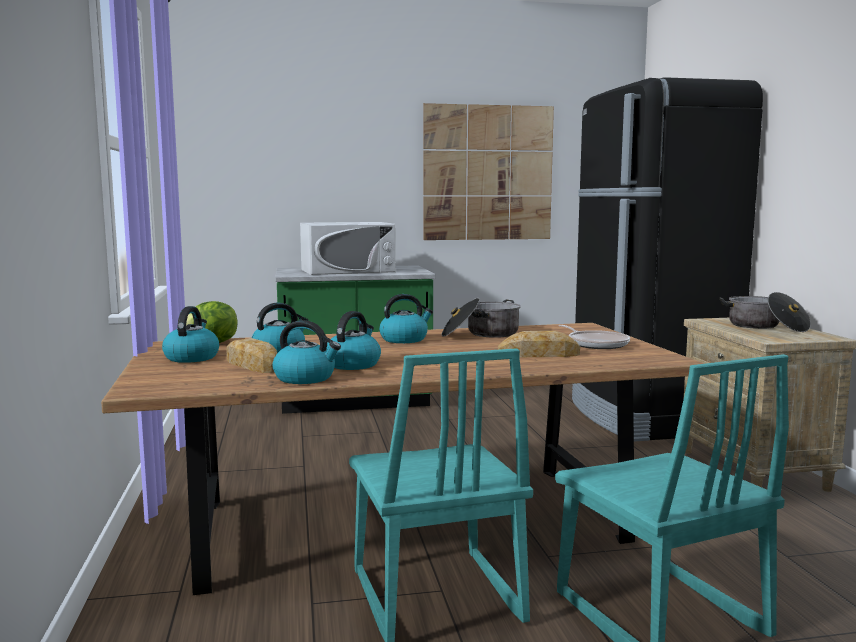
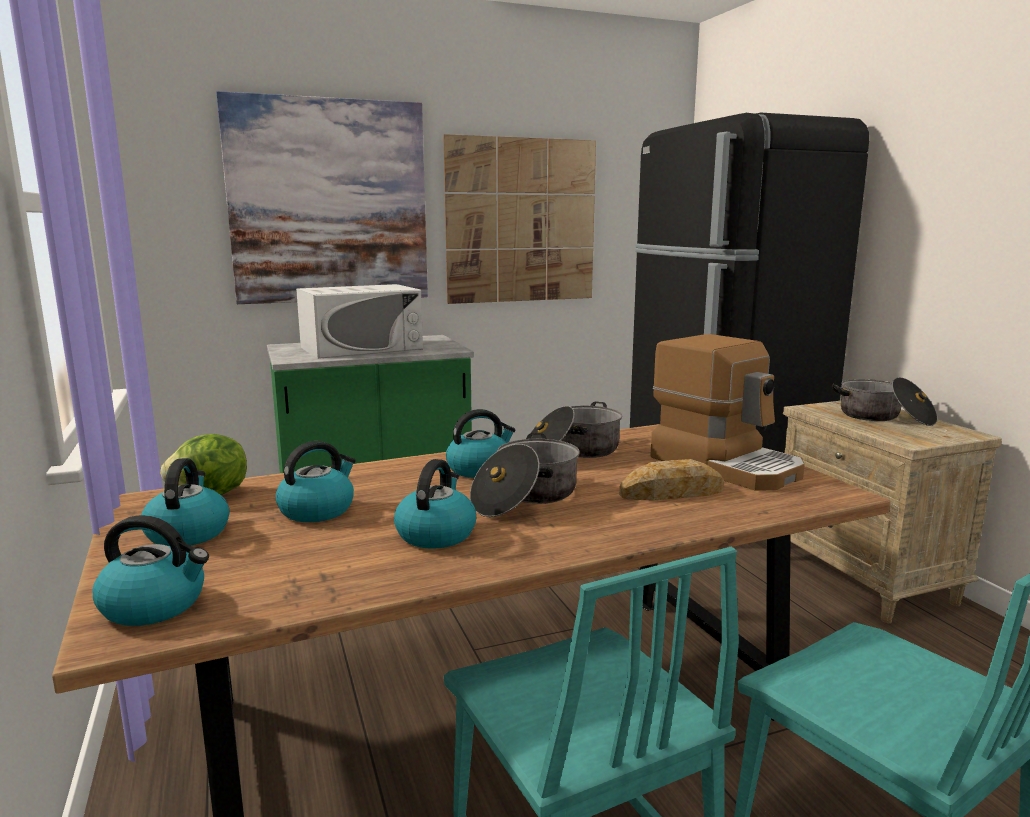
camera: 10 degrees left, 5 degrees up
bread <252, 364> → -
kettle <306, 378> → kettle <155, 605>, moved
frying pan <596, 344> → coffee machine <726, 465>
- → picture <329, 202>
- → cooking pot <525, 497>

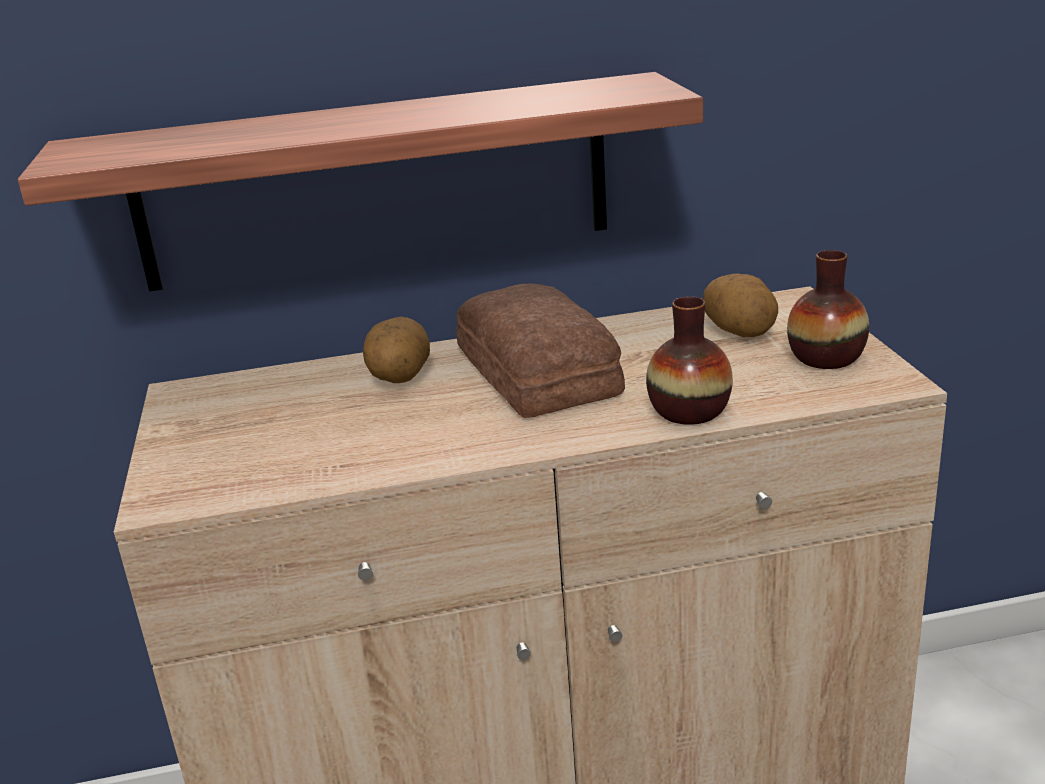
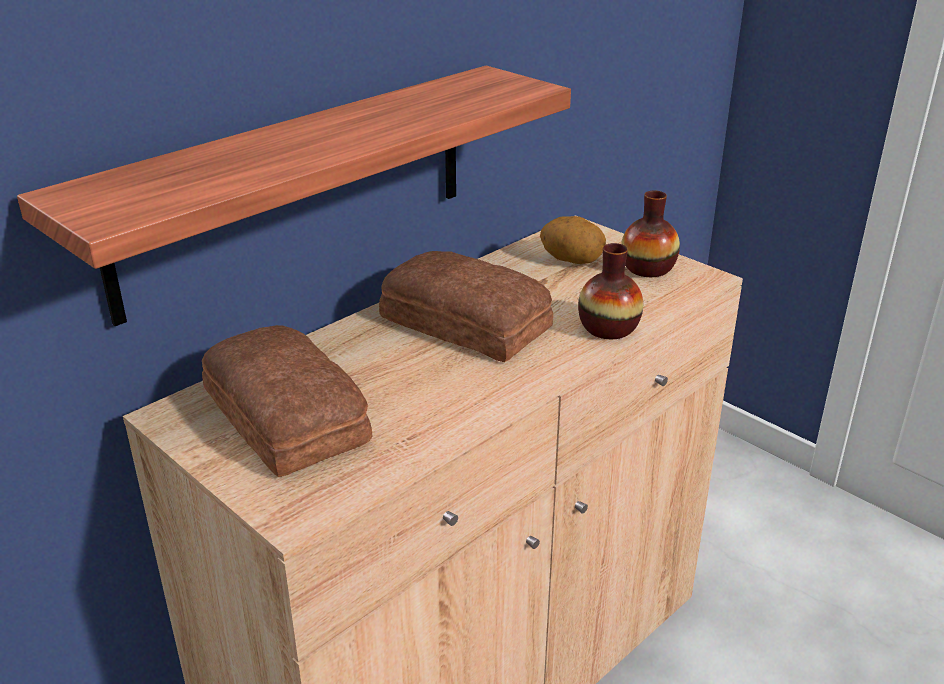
camera: 35 degrees left, 5 degrees up
potato <399, 379> → -
- → bread <287, 414>

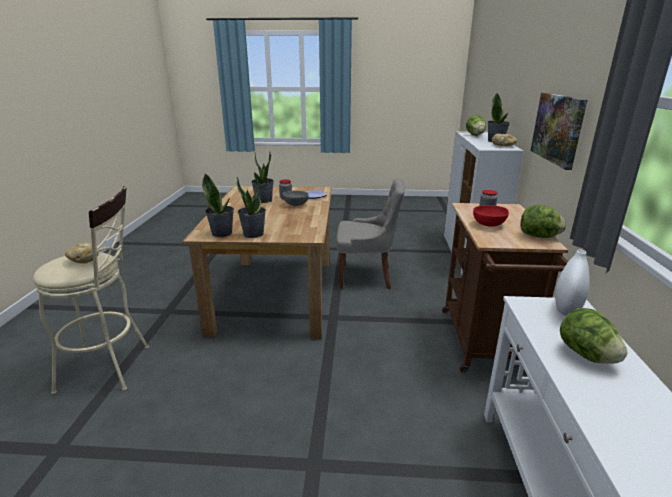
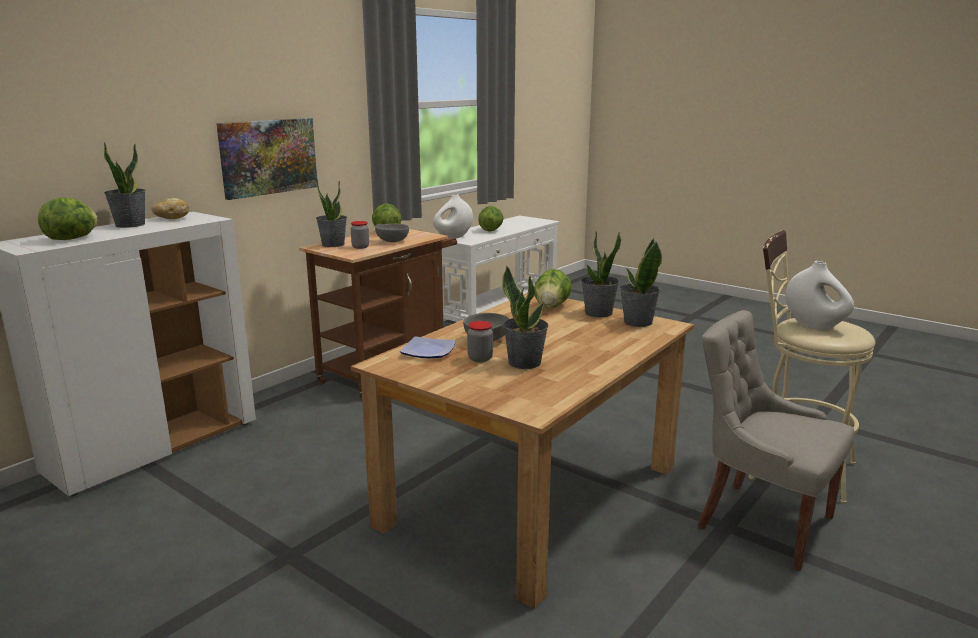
camera: 145 degrees left, 5 degrees down
bread <84, 260> → white vase <814, 326>
grey chair <367, 277> → grey chair <761, 521>, moved
red bowl <489, 225> → grey bowl <392, 241>
- → potted plant <333, 244>
- → lettuce <551, 306>

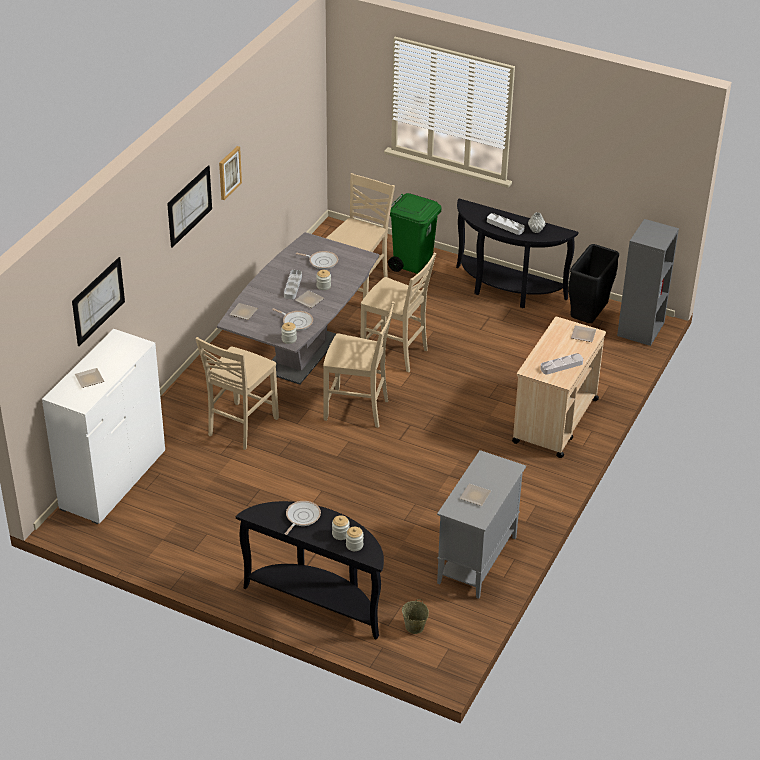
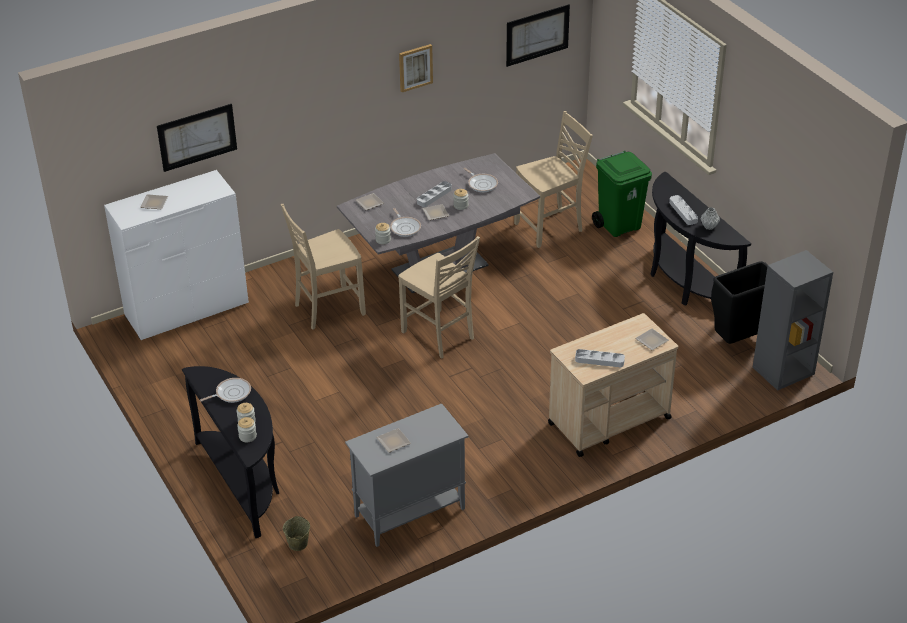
camera: 35 degrees right, 0 degrees up
picture <189, 206> → picture <537, 35>, moved
beige chair <395, 353> → -

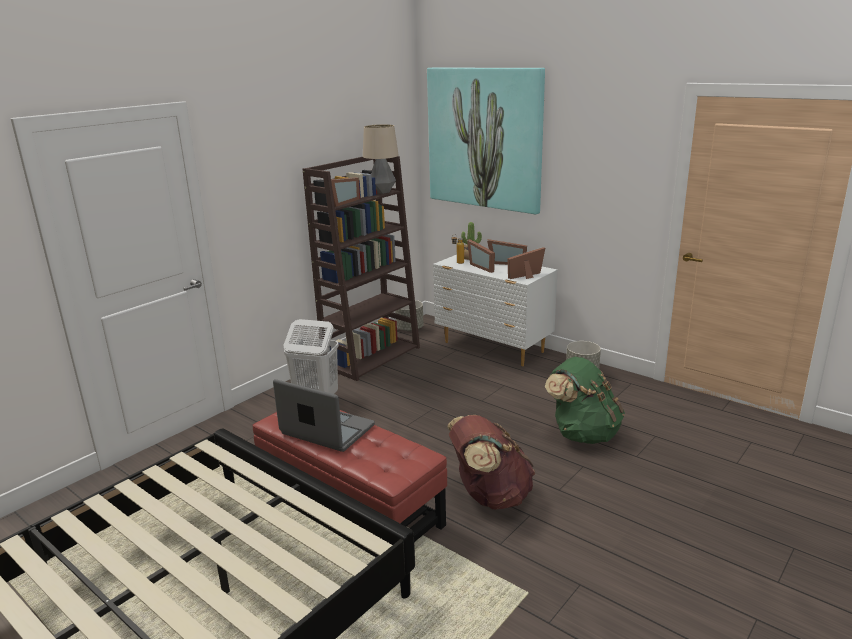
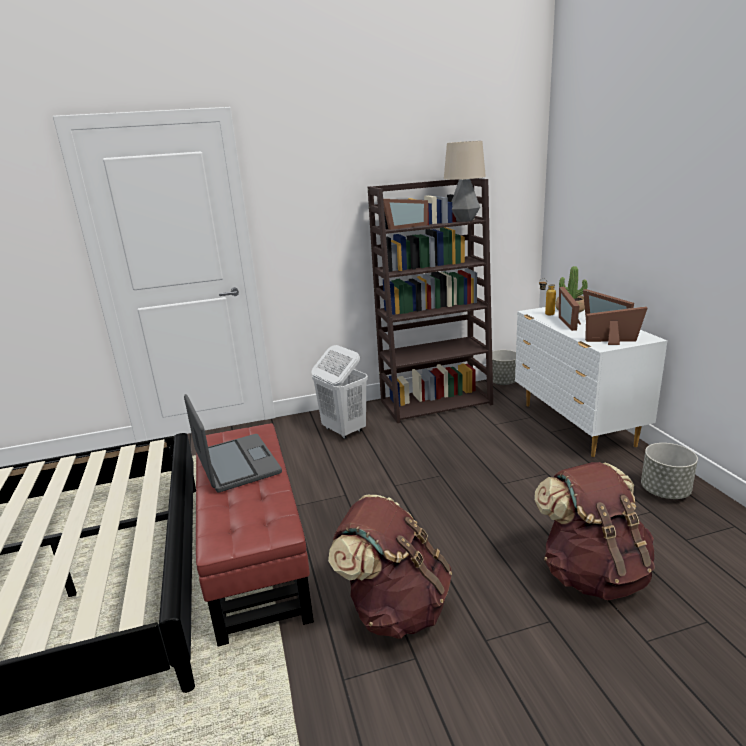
camera: 35 degrees right, 0 degrees up
picture <485, 138> → -
green backpack <583, 434> → brown backpack <592, 573>

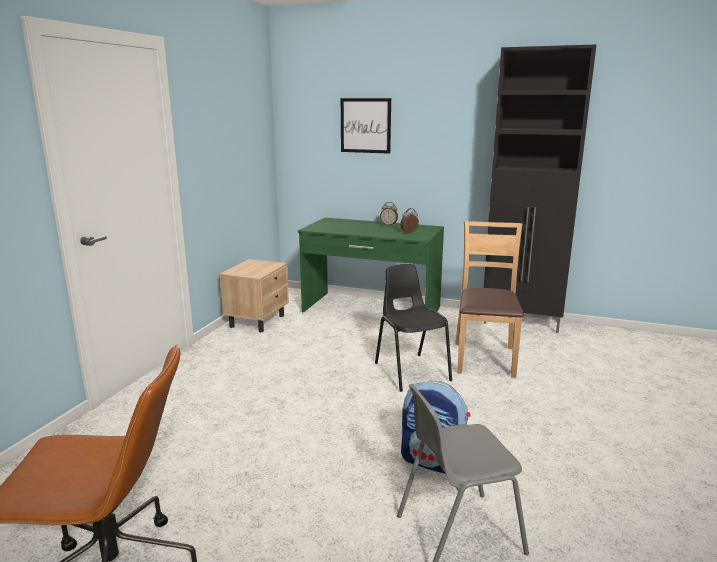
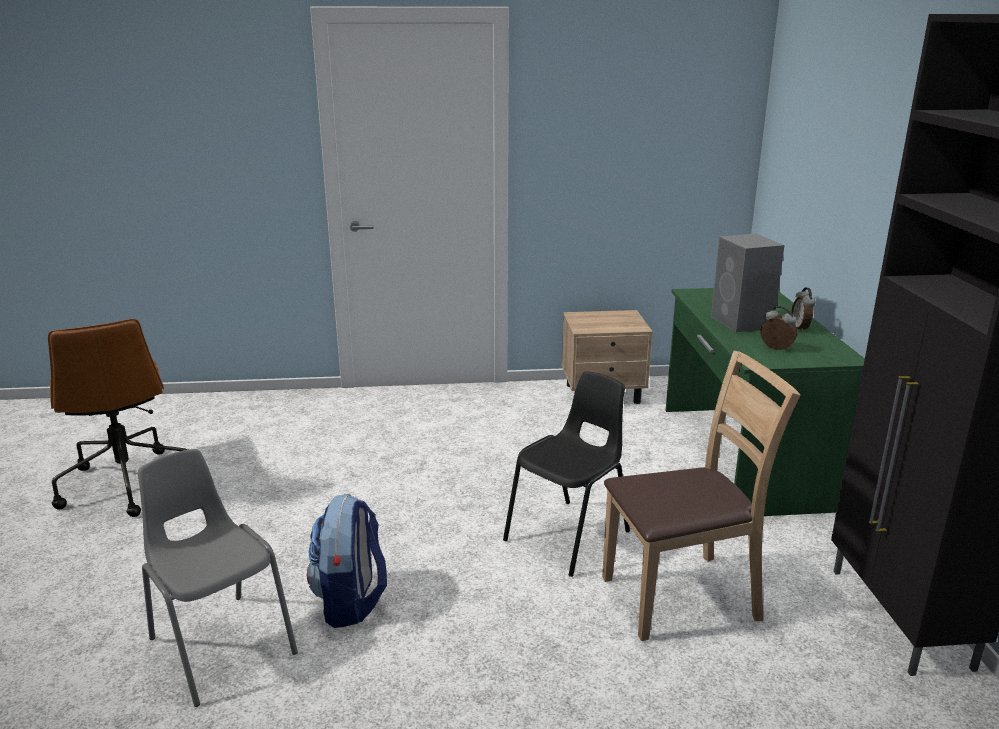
camera: 65 degrees right, 5 degrees up
picture <365, 125> → -
- → grey speaker <742, 322>

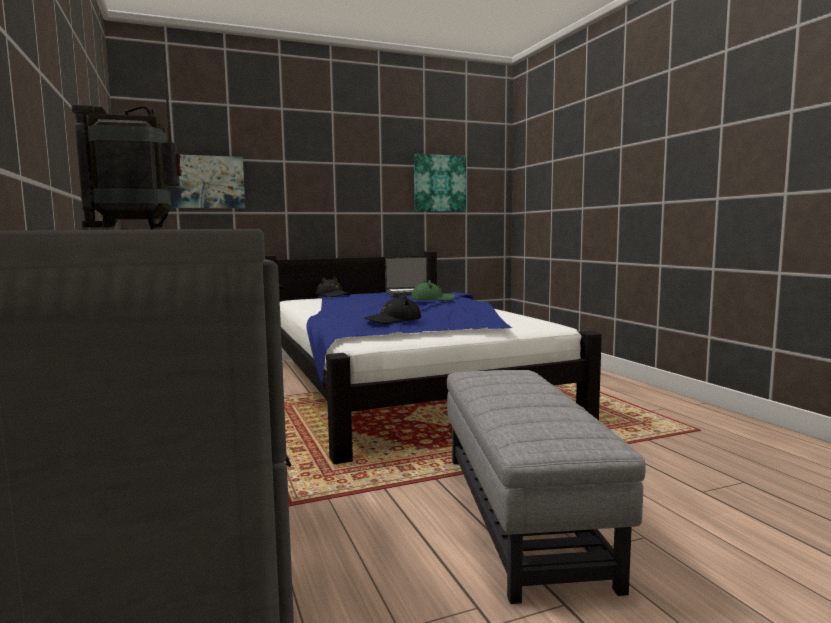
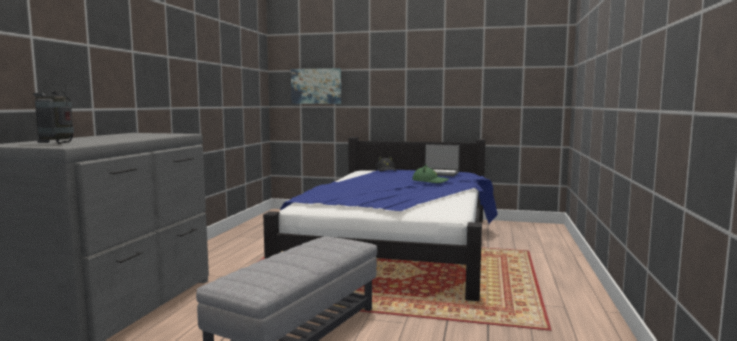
camera: 35 degrees right, 0 degrees up
black hat <393, 320> → -
picture <439, 183> → -

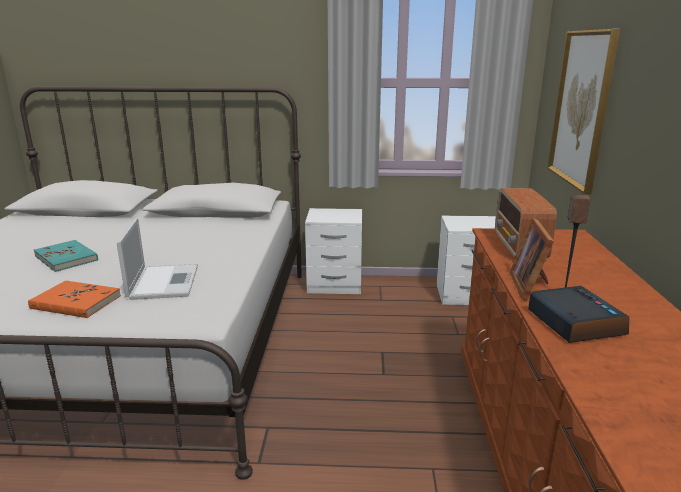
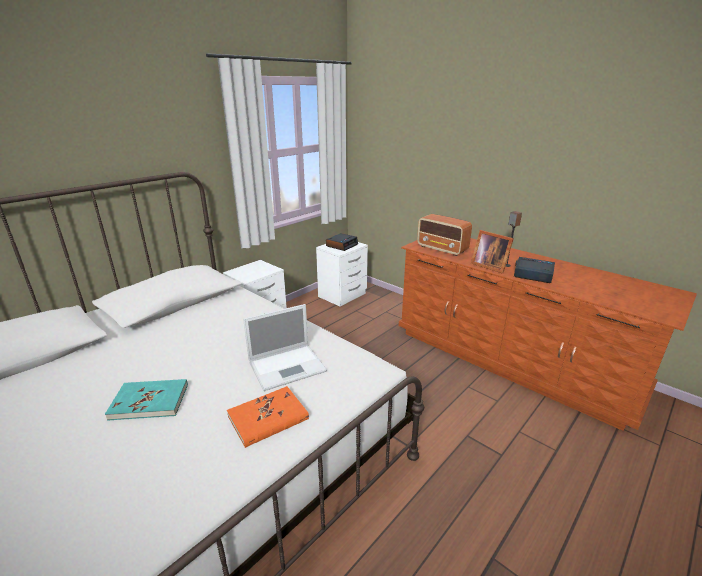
camera: 50 degrees left, 5 degrees up
laptop <164, 281> → laptop <288, 366>, 120 degrees clockwise
picture <582, 108> → -
- → alarm clock <342, 245>

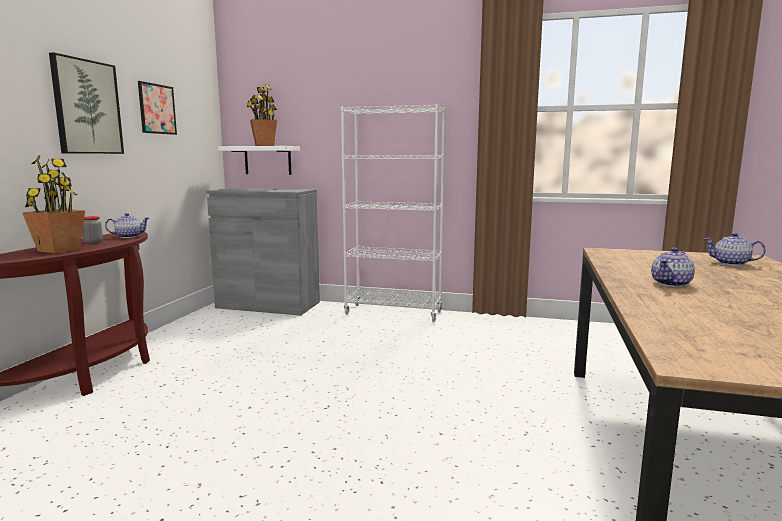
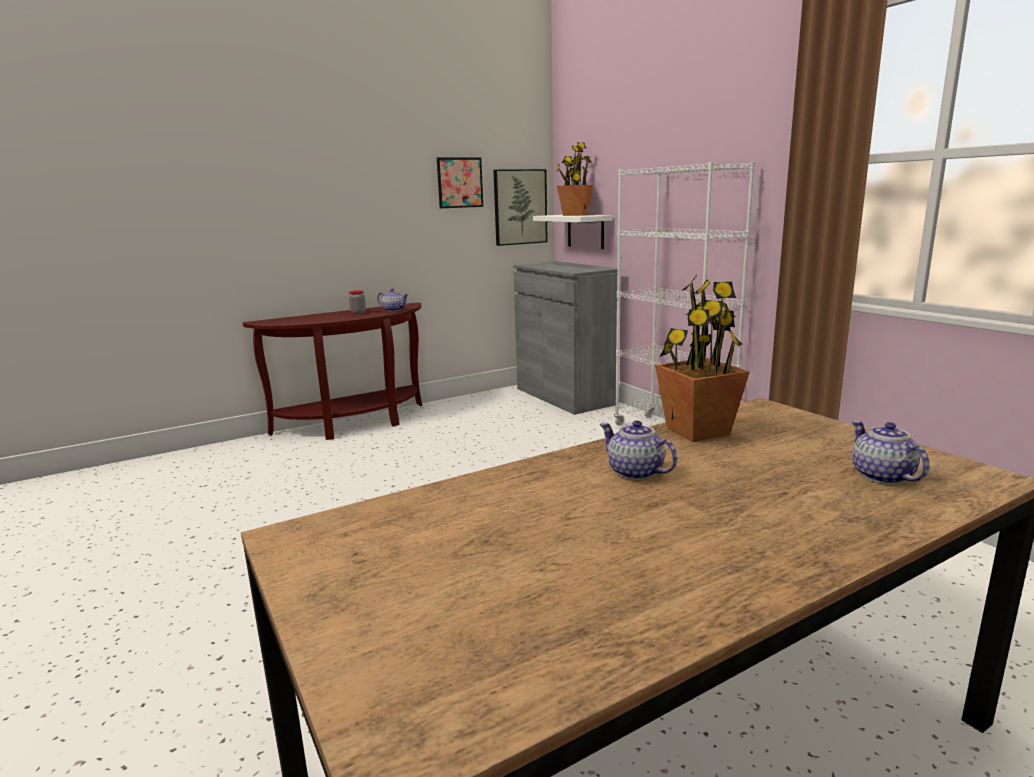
camera: 45 degrees right, 5 degrees up
potted plant <58, 250> → potted plant <697, 431>, moved
picture <87, 107> → picture <520, 207>, moved
teapot <671, 283> → teapot <635, 472>, 45 degrees clockwise

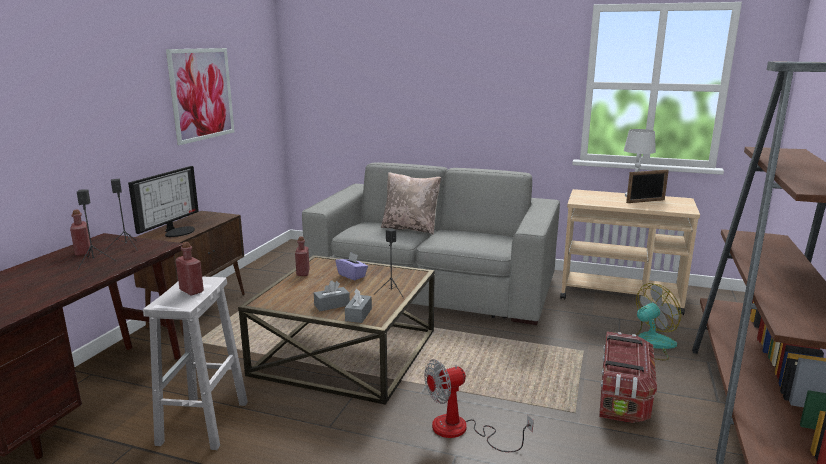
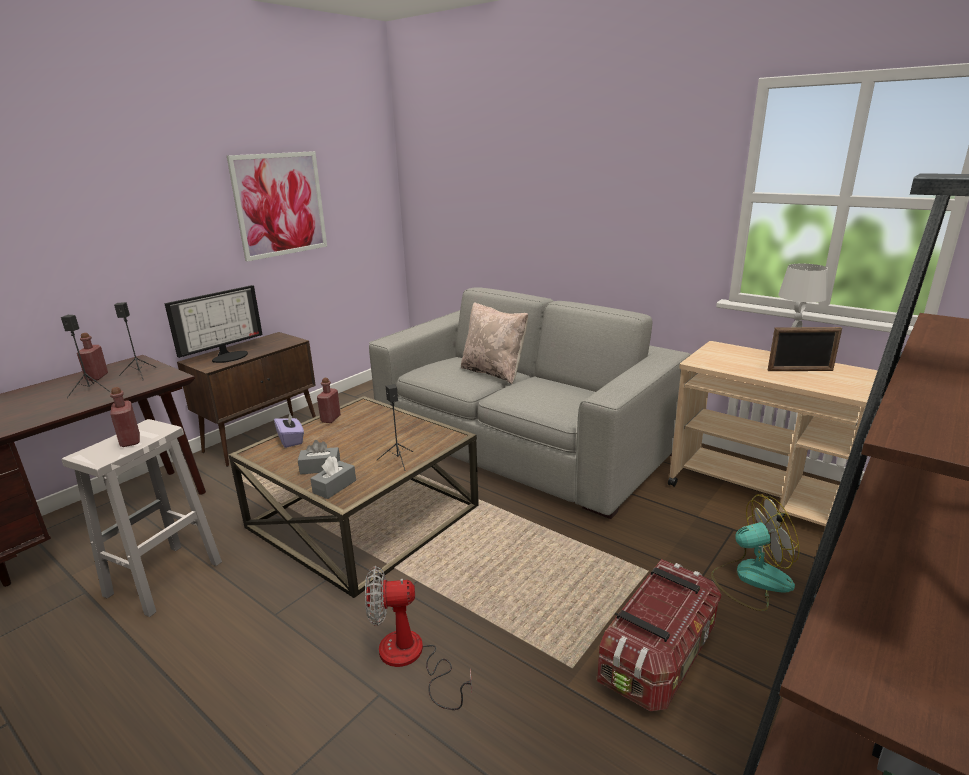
camera: 20 degrees right, 5 degrees up
purple tissue box <352, 275> → purple tissue box <291, 440>, moved

